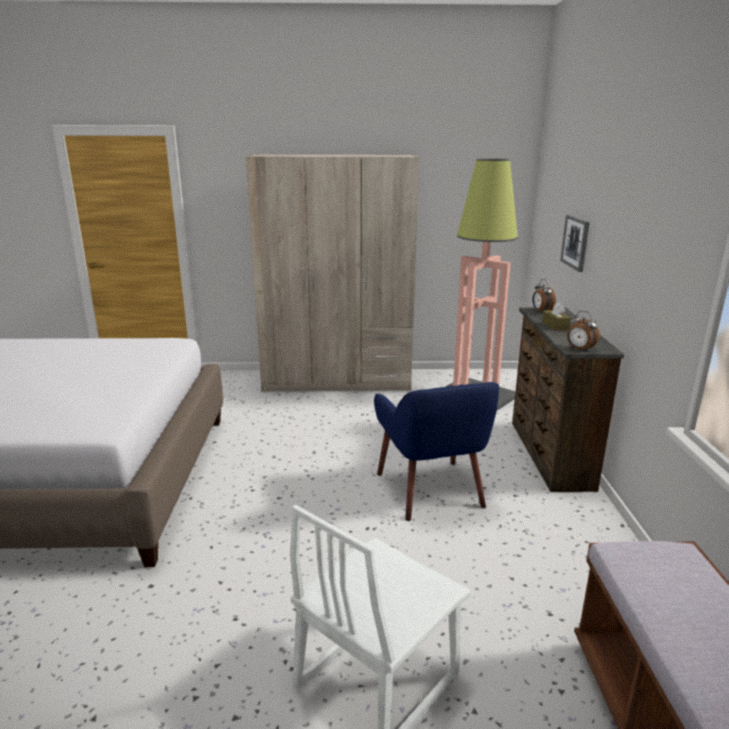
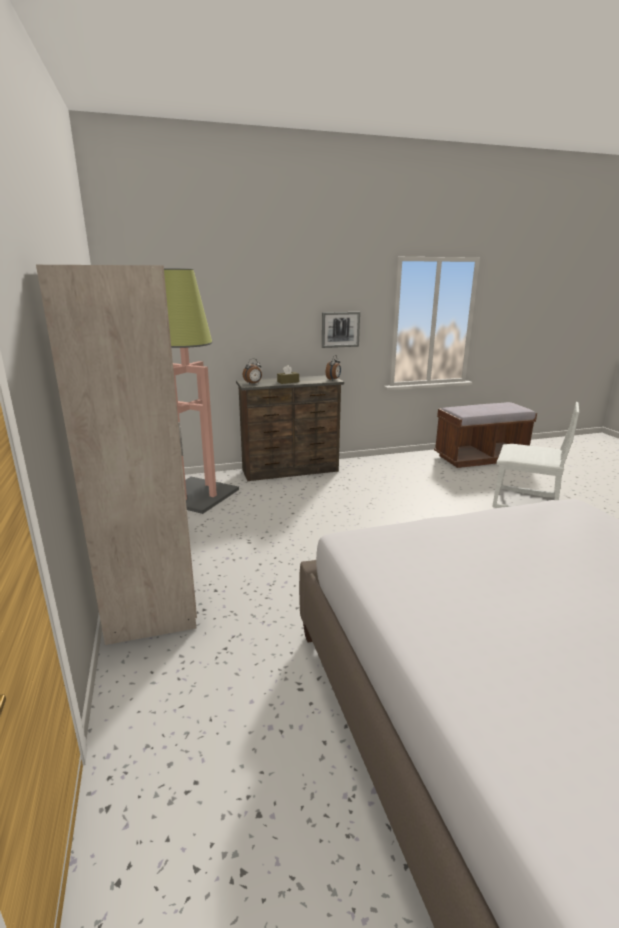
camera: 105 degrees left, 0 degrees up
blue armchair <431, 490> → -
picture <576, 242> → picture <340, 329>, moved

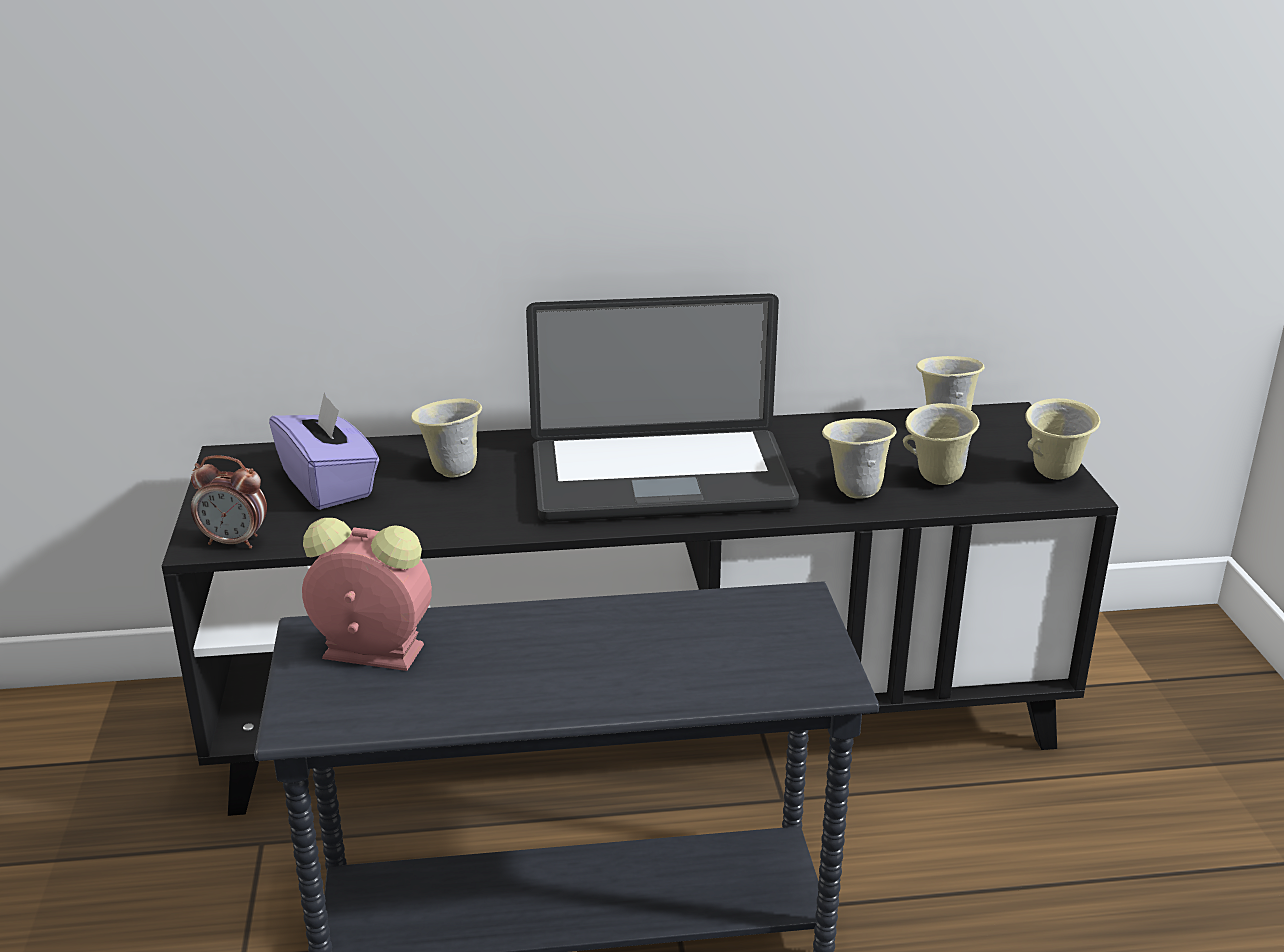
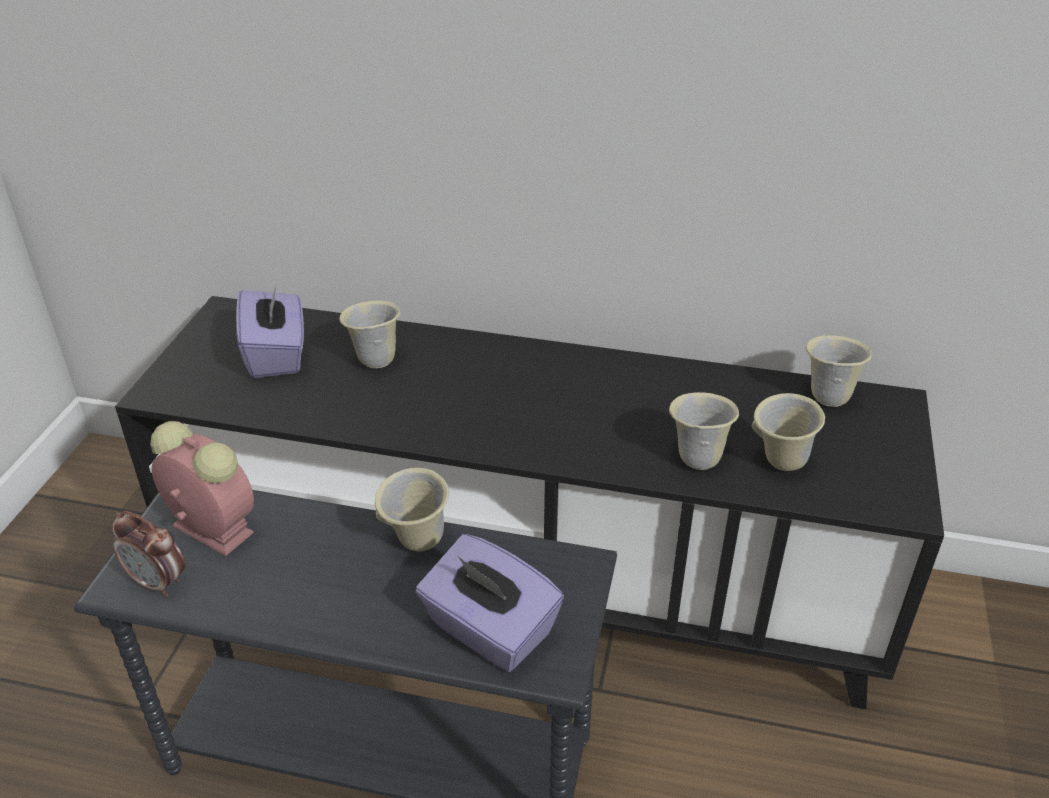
camera: 20 degrees right, 10 degrees up
alarm clock <235, 542> → alarm clock <158, 582>, moved
laptop <660, 480> → -
beige mug <1053, 477> → beige mug <416, 544>, moved
- → purple tissue box <489, 630>

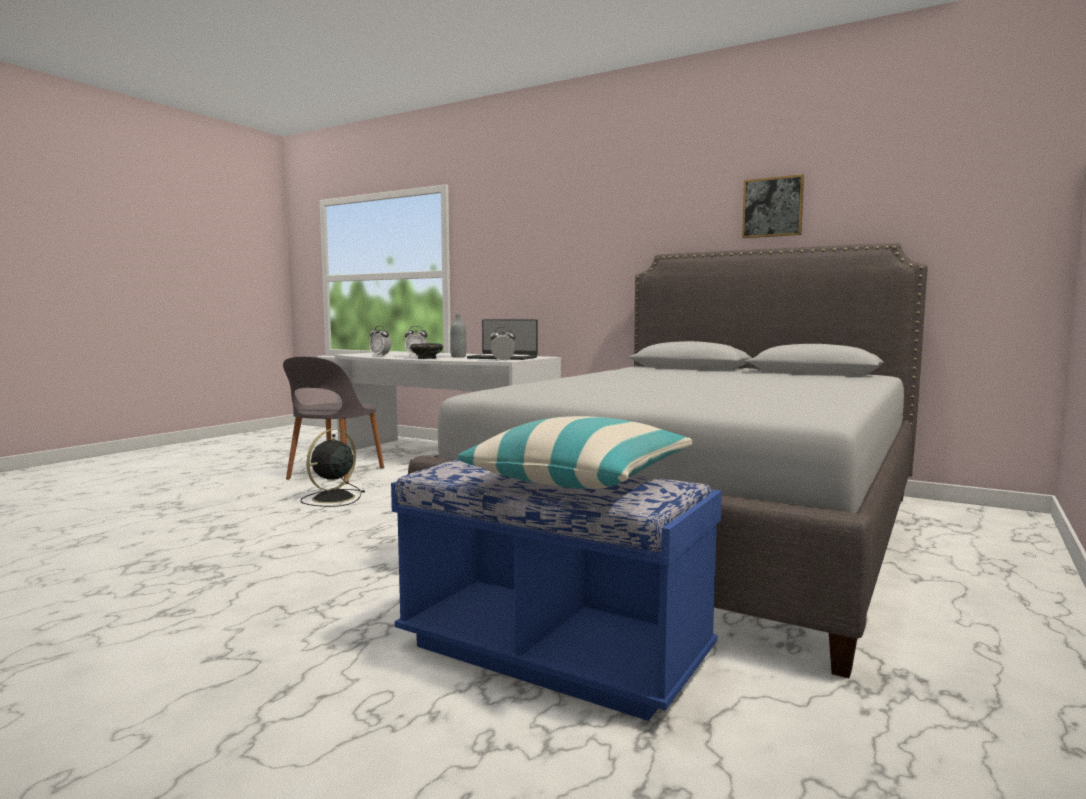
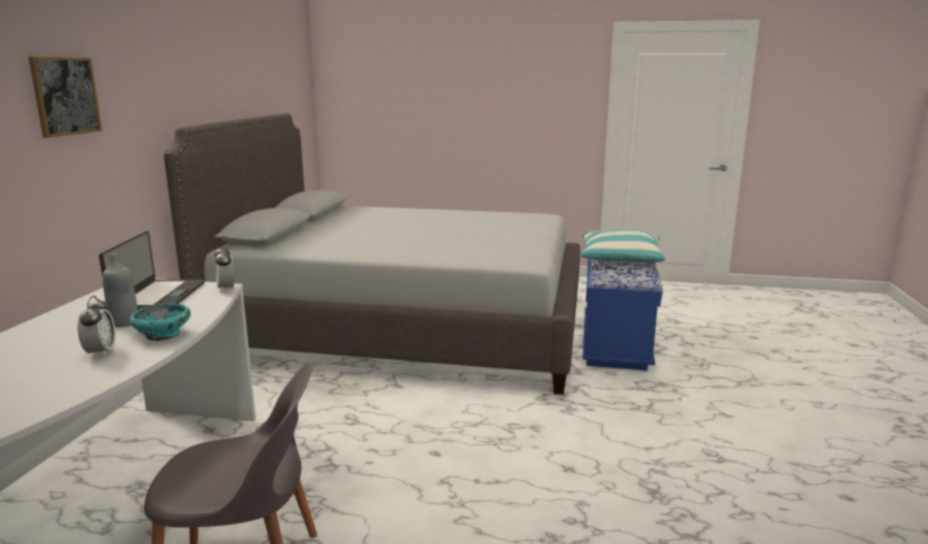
camera: 110 degrees left, 10 degrees up
black fan <332, 498> → -
alarm clock <380, 356> → -
black bowl <426, 358> → turquoise bowl <163, 335>
picture <772, 207> → picture <65, 96>, moved

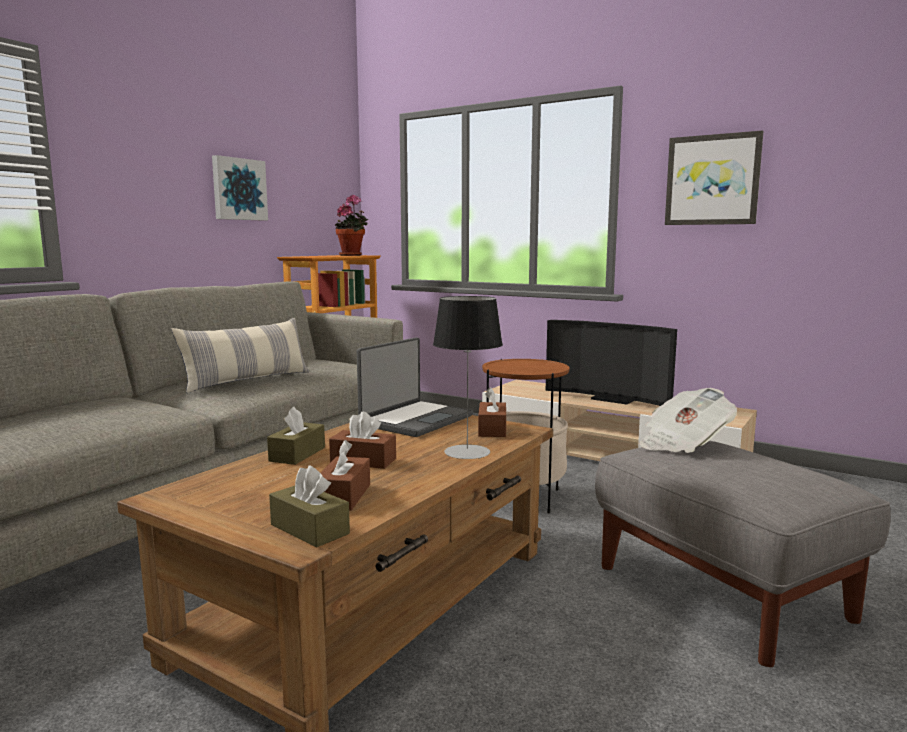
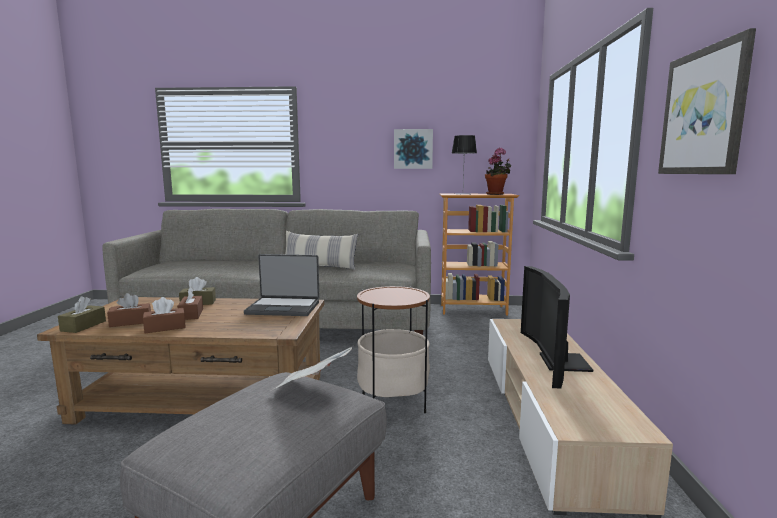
camera: 60 degrees right, 0 degrees up
table lamp <467, 452> → table lamp <462, 194>, moved
brown tissue box <492, 429> → brown tissue box <165, 327>, moved

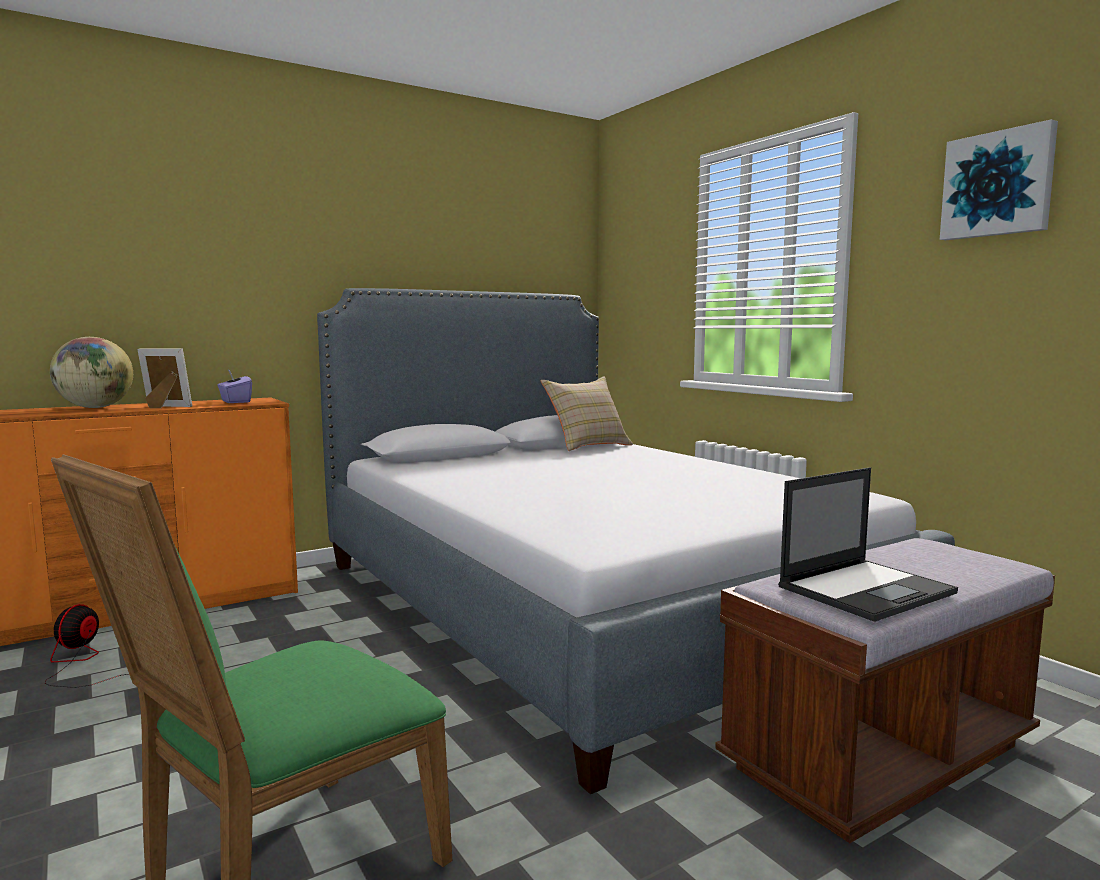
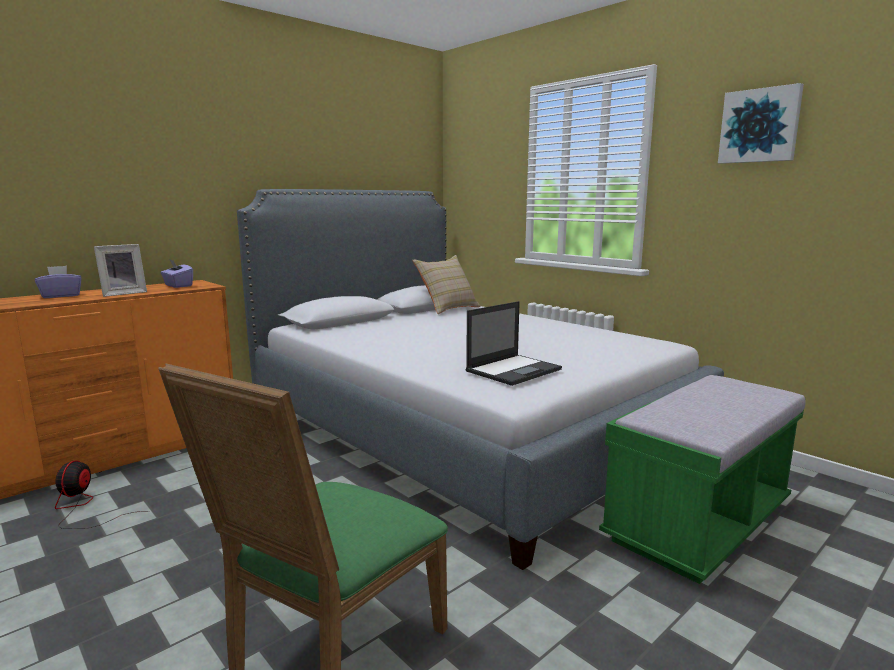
camera: 10 degrees left, 5 degrees up
globe <95, 407> → purple tissue box <61, 296>
picture frame <164, 407> → picture frame <123, 293>, 135 degrees clockwise
brown bench <879, 757> → green bench <698, 524>
laptop <867, 589> → laptop <514, 370>, moved

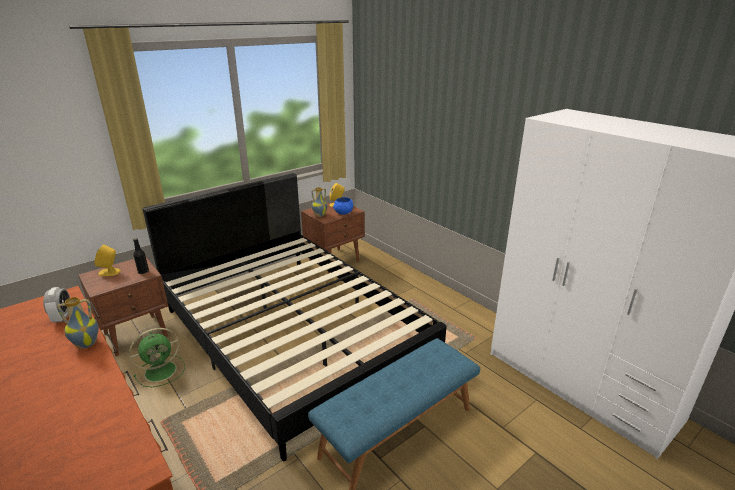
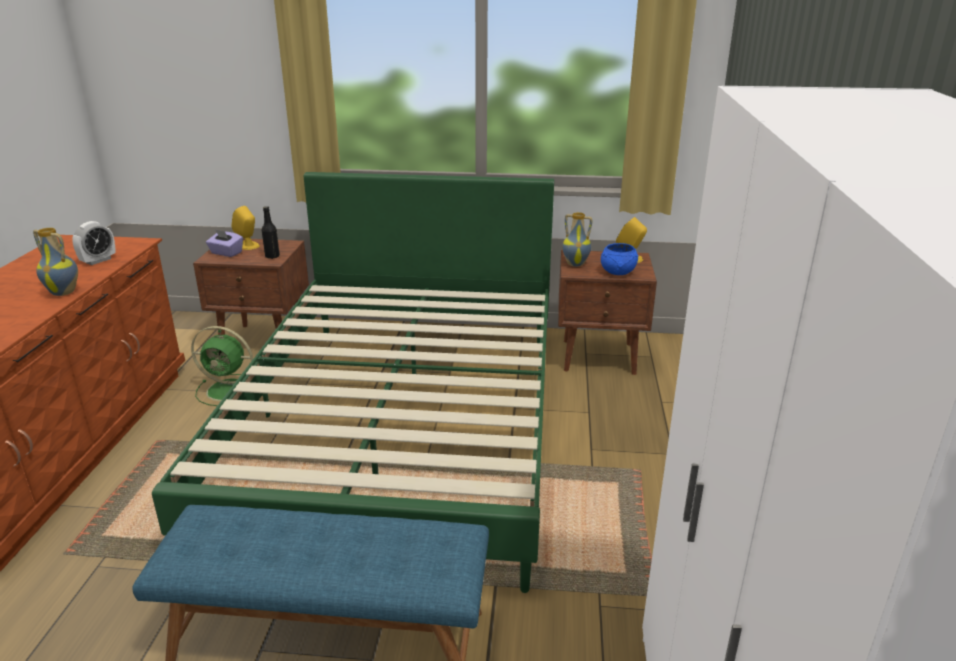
camera: 45 degrees right, 0 degrees up
black bed <293, 334> → green bed <402, 426>
- → purple tissue box <226, 253>

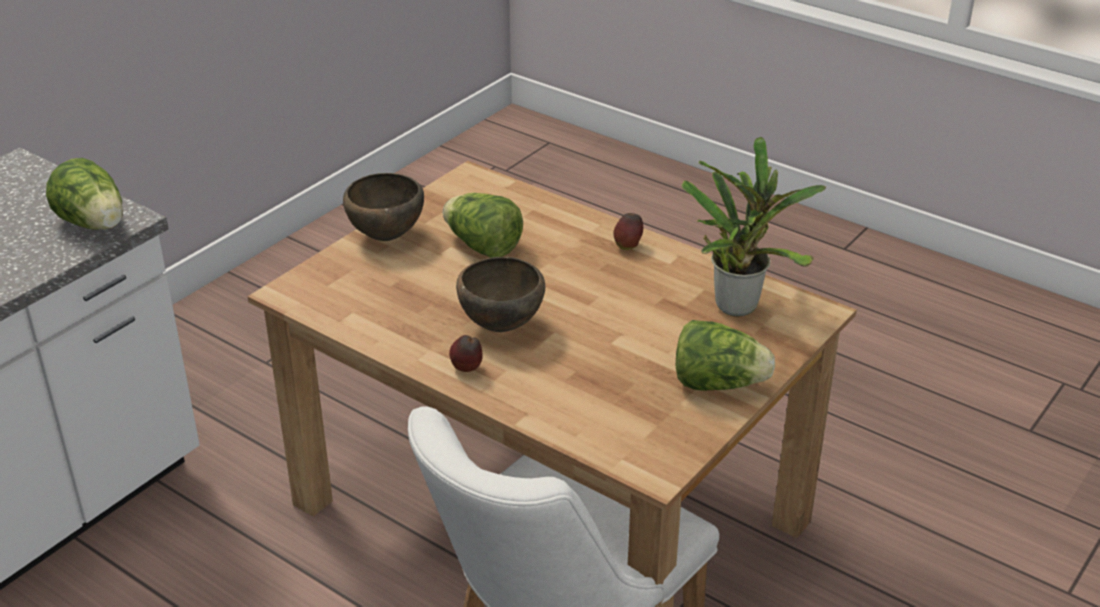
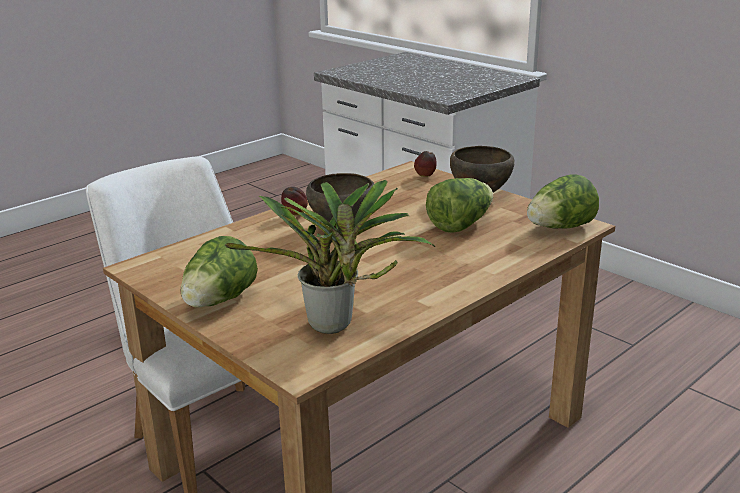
camera: 100 degrees right, 10 degrees down
lettuce <95, 224> → lettuce <560, 228>, moved
apple <628, 246> → apple <425, 177>, moved

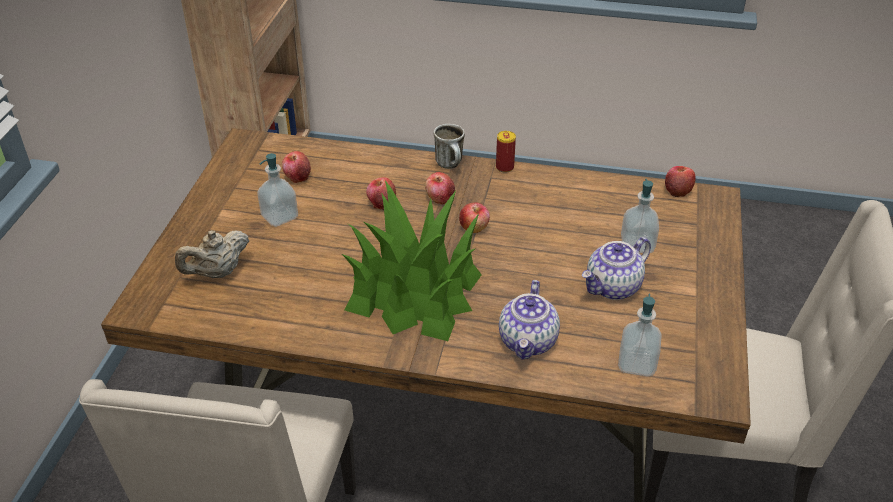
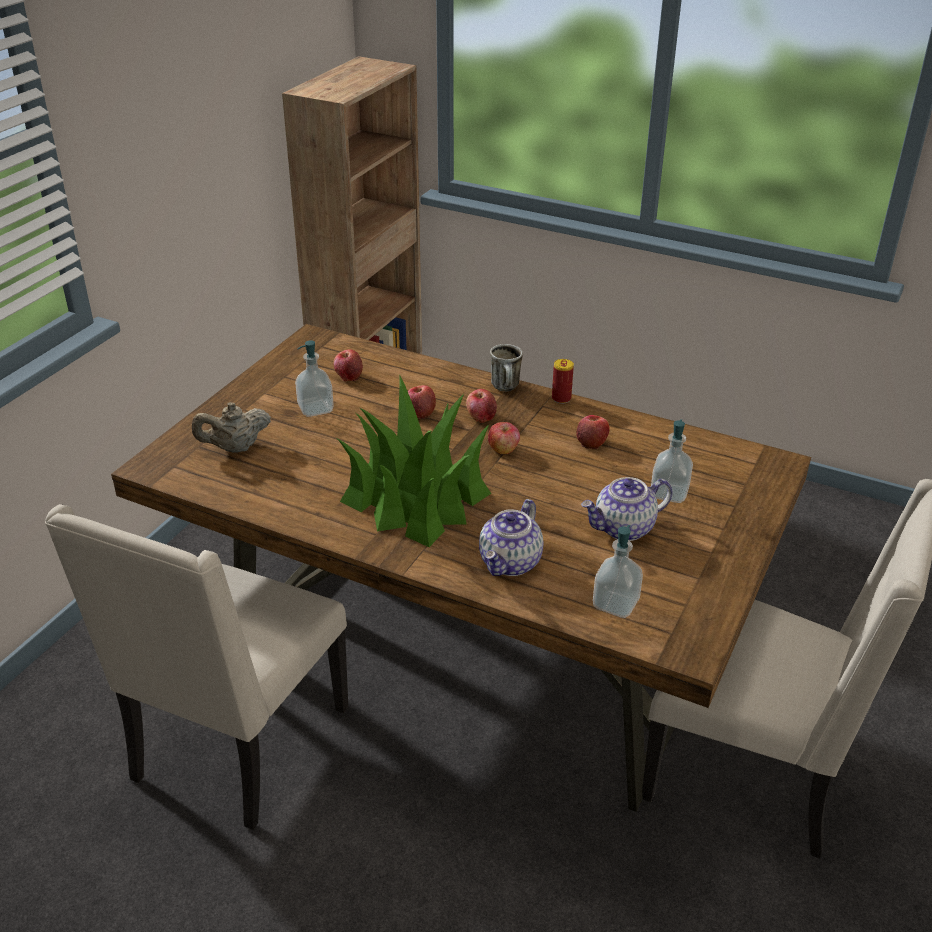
camera: 15 degrees right, 5 degrees down
apple <678, 190> → apple <592, 442>, moved

